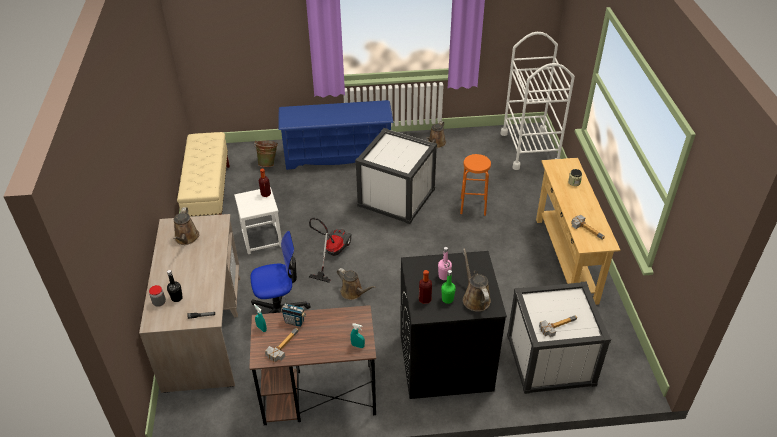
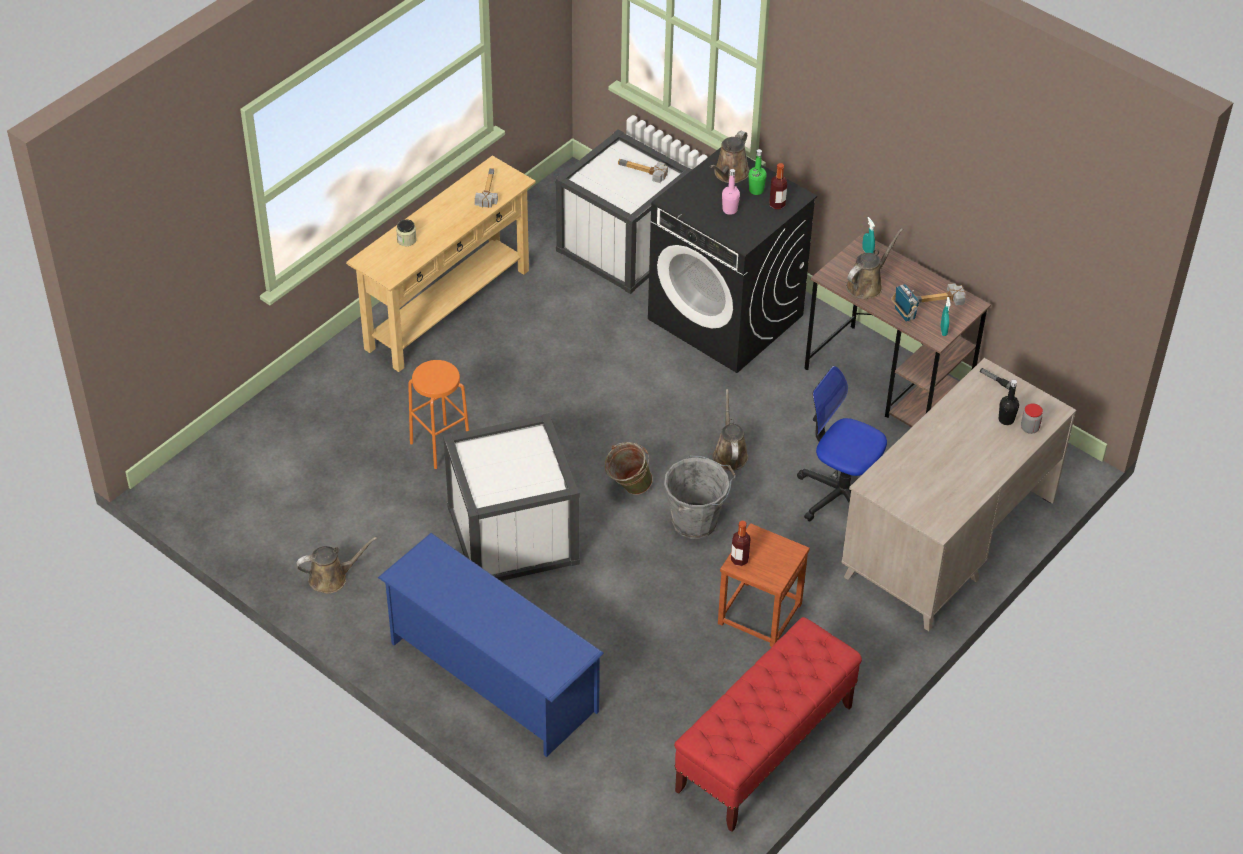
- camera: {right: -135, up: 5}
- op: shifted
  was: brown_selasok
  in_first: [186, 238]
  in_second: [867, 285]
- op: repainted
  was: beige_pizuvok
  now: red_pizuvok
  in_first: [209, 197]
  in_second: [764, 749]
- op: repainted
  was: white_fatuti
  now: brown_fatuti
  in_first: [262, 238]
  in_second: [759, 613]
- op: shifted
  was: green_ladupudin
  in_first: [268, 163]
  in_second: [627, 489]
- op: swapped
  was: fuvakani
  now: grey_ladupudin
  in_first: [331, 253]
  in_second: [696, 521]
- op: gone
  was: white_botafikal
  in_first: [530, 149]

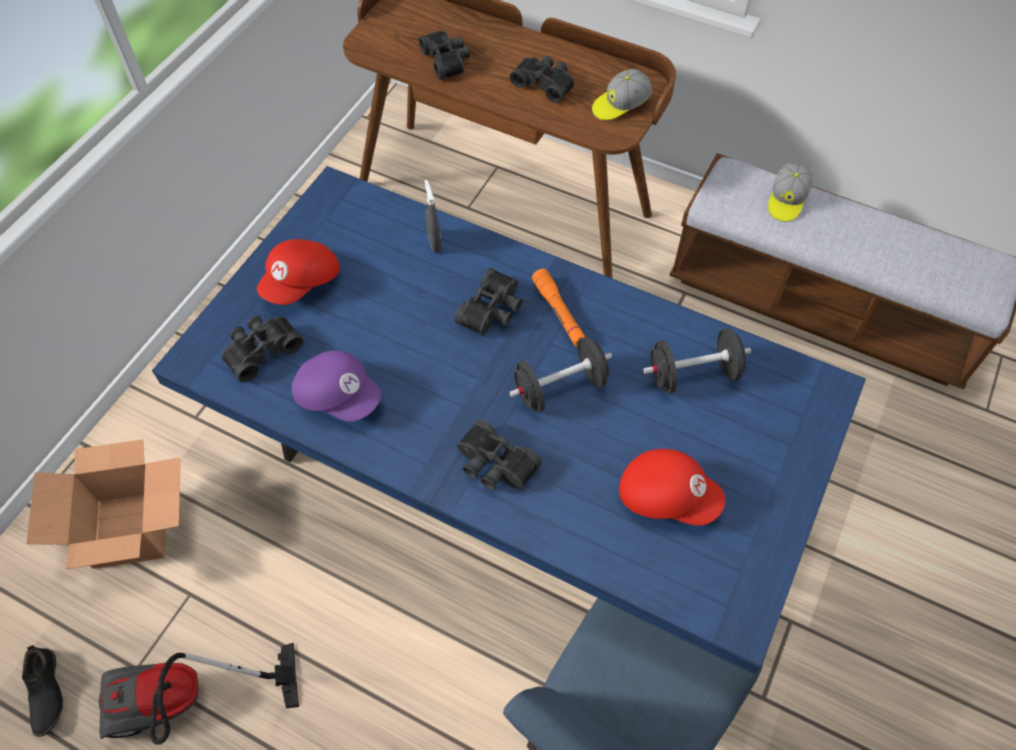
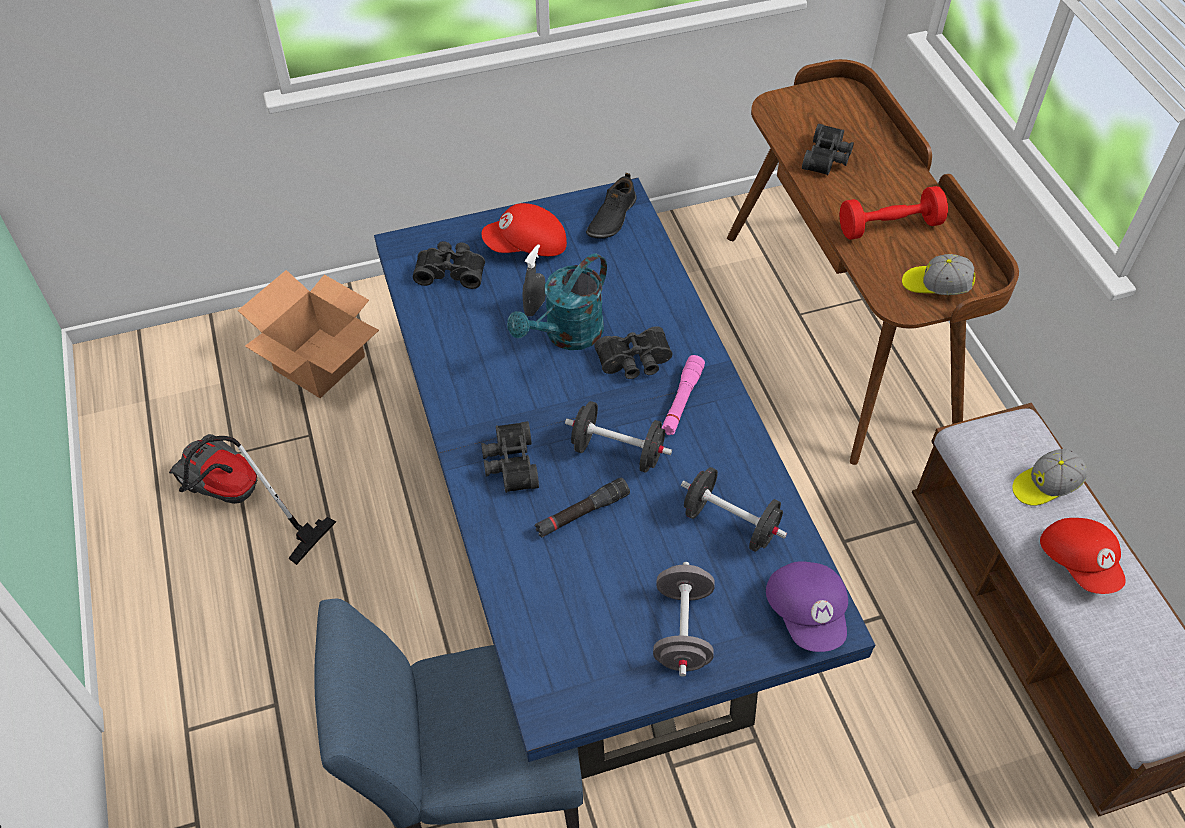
- camera: {right: 45, up: -5}
- op: shifted
  was: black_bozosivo
  in_first: [45, 693]
  in_second: [611, 218]
- op: shifted
  was: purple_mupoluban
  in_first: [339, 395]
  in_second: [807, 613]
- op: shifted
  was: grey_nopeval
  in_first: [434, 242]
  in_second: [535, 307]
- op: swapped
  was: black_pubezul
  now: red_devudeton
  in_first: [544, 83]
  in_second: [889, 227]
- op: repainted
  was: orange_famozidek
  now: pink_famozidek
  in_first: [559, 313]
  in_second: [681, 401]
- op: shifted
  was: red_mupoluban
  in_first: [667, 496]
  in_second: [1079, 562]
- op: new
  now: turquoise_selasok
  in_second: [566, 336]
- op: new
  now: black_famozidek
  in_second: [582, 513]
- op: new
  now: grey_devudeton
  in_second: [682, 631]

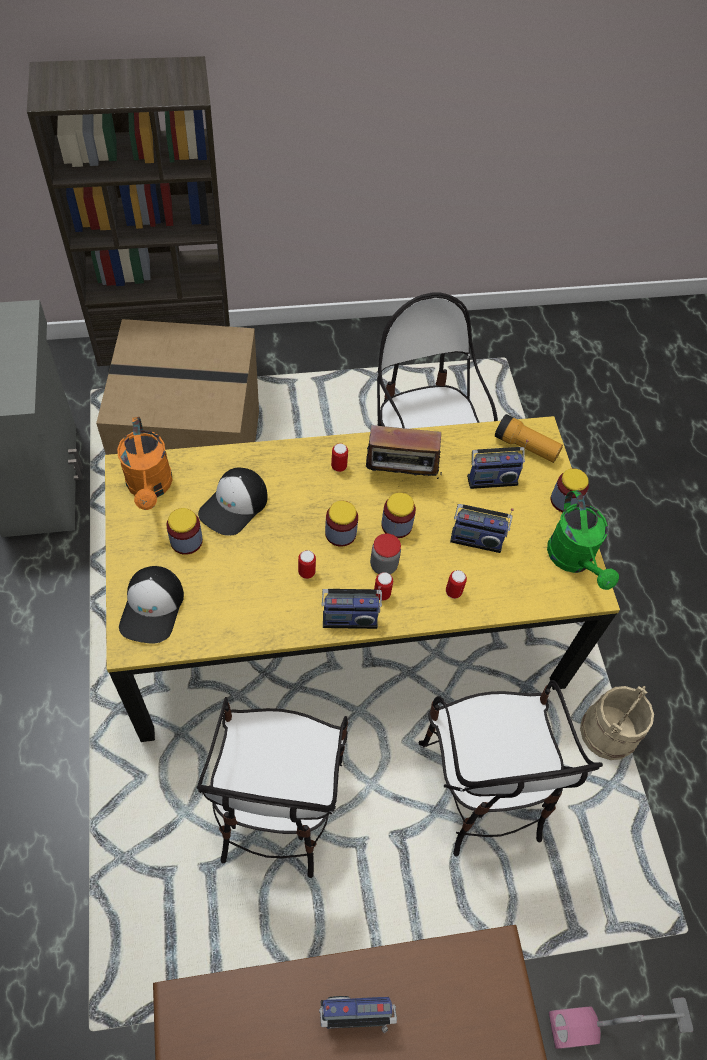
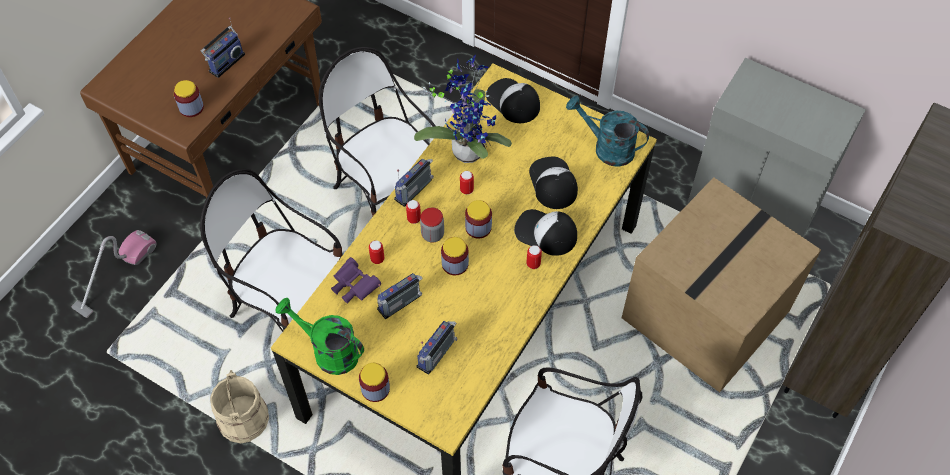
- camera: {right: 135, up: 0}
- op: repainted
  was: orange_selasok
  now: turquoise_selasok
  in_first: [150, 487]
  in_second: [607, 148]
- op: shifted
  was: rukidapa
  in_first: [186, 541]
  in_second: [191, 107]
- op: gone
  was: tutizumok
  in_first: [400, 475]
- op: gone
  was: famozidek
  in_first: [526, 446]
- op: new
  now: purple_pubezul
  in_second: [354, 286]
- op: new
  now: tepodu
  in_second: [467, 148]
- op: new
  now: mupoluban
  in_second: [545, 233]

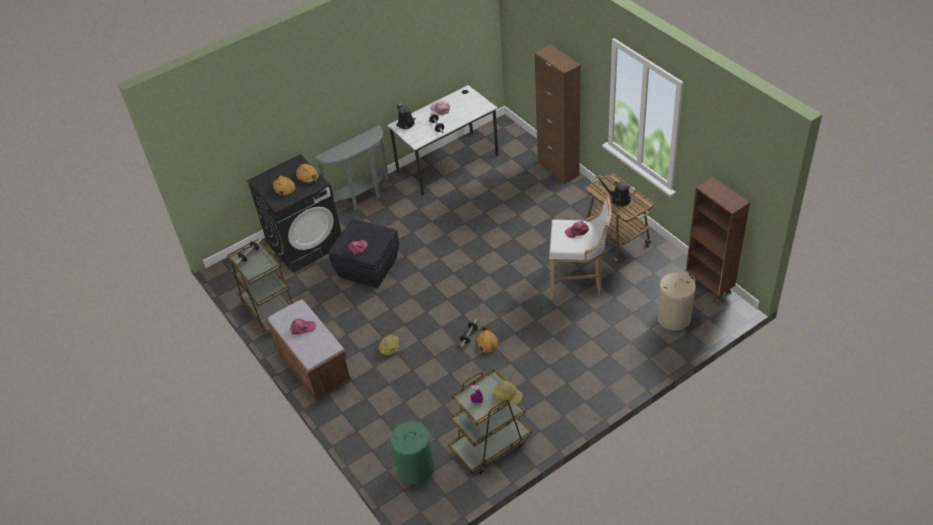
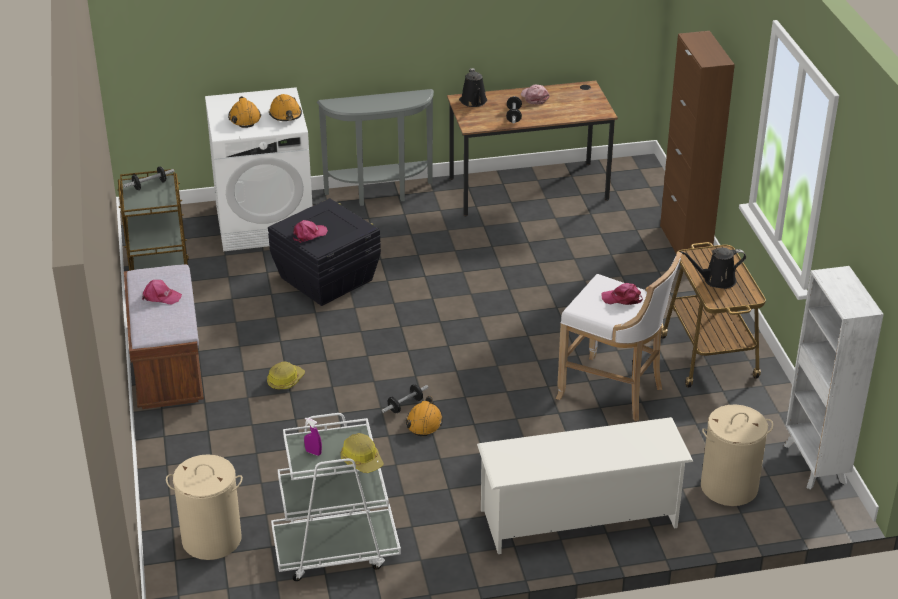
- camera: {right: 20, up: -10}
- op: repainted
  was: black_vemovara
  now: white_vemovara
  in_first: [305, 243]
  in_second: [265, 223]
- op: repainted
  was: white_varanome
  now: brown_varanome
  in_first: [447, 163]
  in_second: [528, 189]
- op: repainted
  was: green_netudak
  now: beige_netudak
  in_first: [415, 468]
  in_second: [211, 539]
- op: repainted
  was: brown_botafikal
  now: white_botafikal
  in_first: [490, 445]
  in_second: [335, 550]
- op: rotated
  was: black_selasok
  in_first: [618, 199]
  in_second: [716, 280]
  clockwise: -60
- op: repainted
  was: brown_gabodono
  now: white_gabodono
  in_first: [709, 286]
  in_second: [815, 465]
- op: new
  now: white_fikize
  in_second: [579, 519]

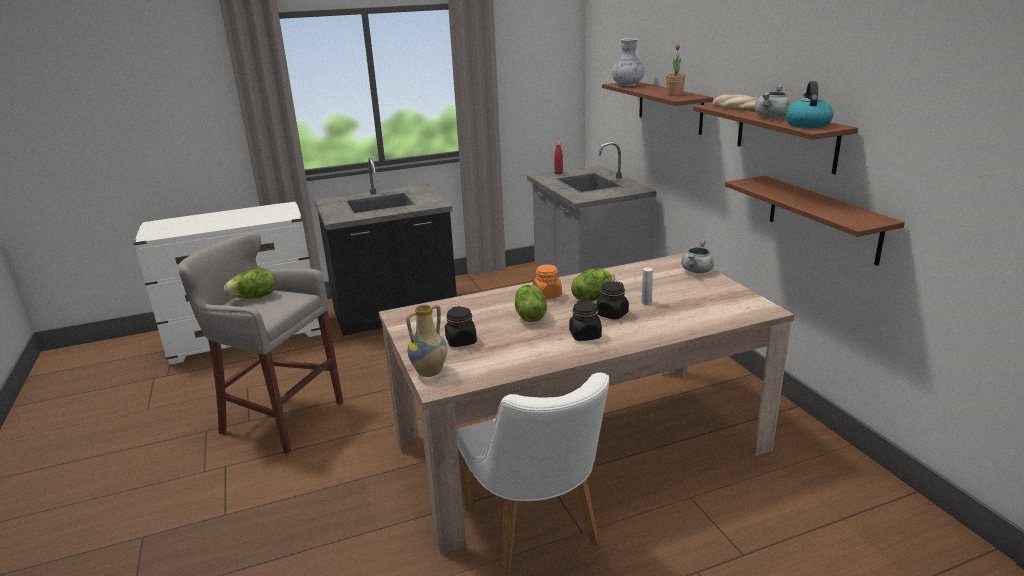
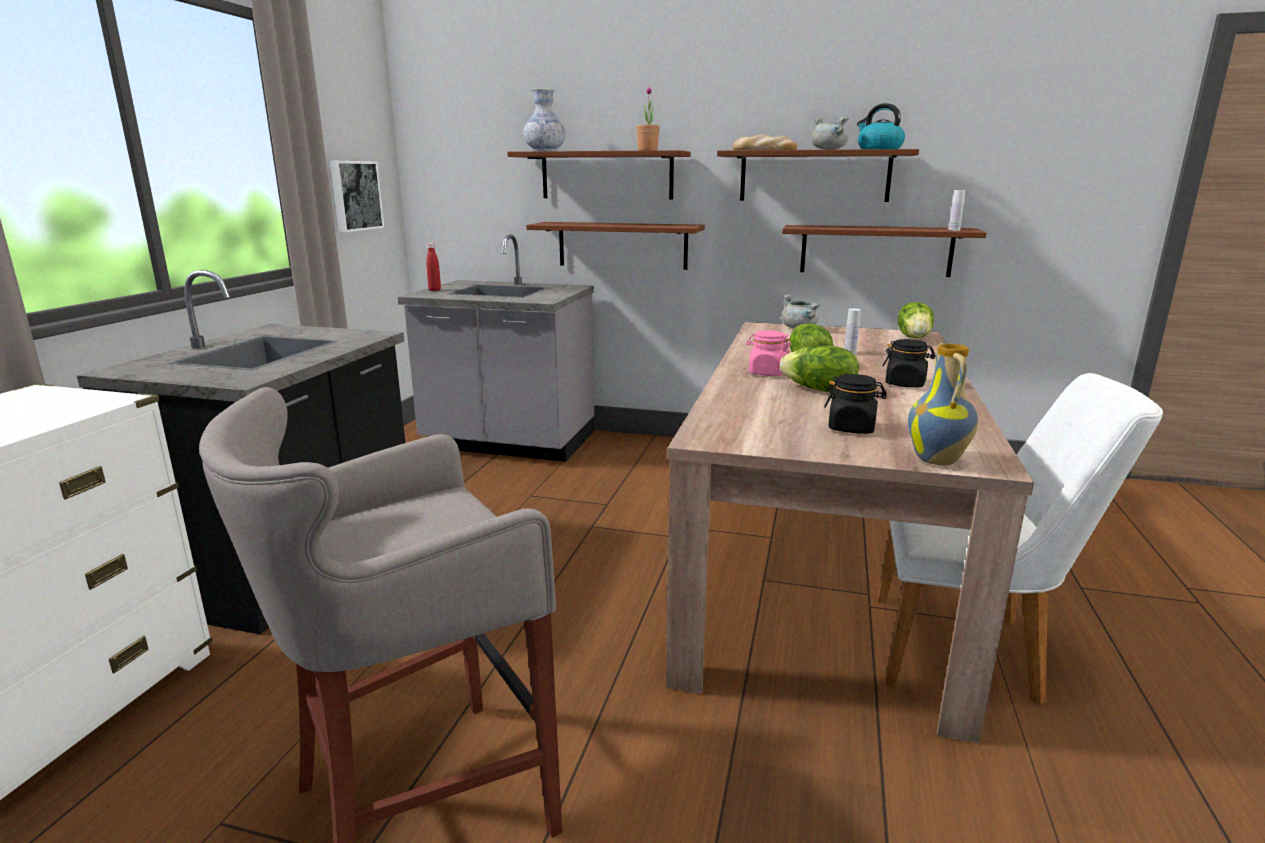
- camera: {right: -55, up: -5}
- op: shifted
  was: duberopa
  in_first: [254, 297]
  in_second: [914, 337]
- op: repainted
  was: orange_rukidapa
  now: pink_rukidapa
  in_first: [547, 295]
  in_second: [767, 373]
- op: gone
  was: black_rukidapa
  in_first: [612, 314]
- op: new
  now: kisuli
  in_second: [355, 196]
- op: new
  now: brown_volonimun
  in_second: [622, 245]
- op: new
  now: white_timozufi
  in_second: [954, 230]

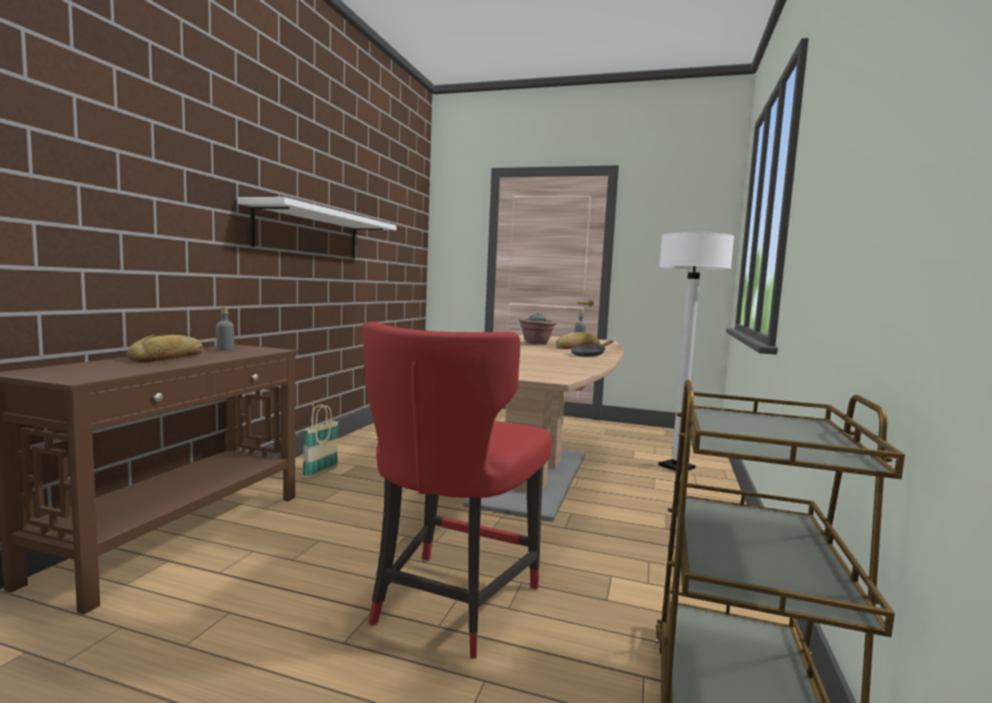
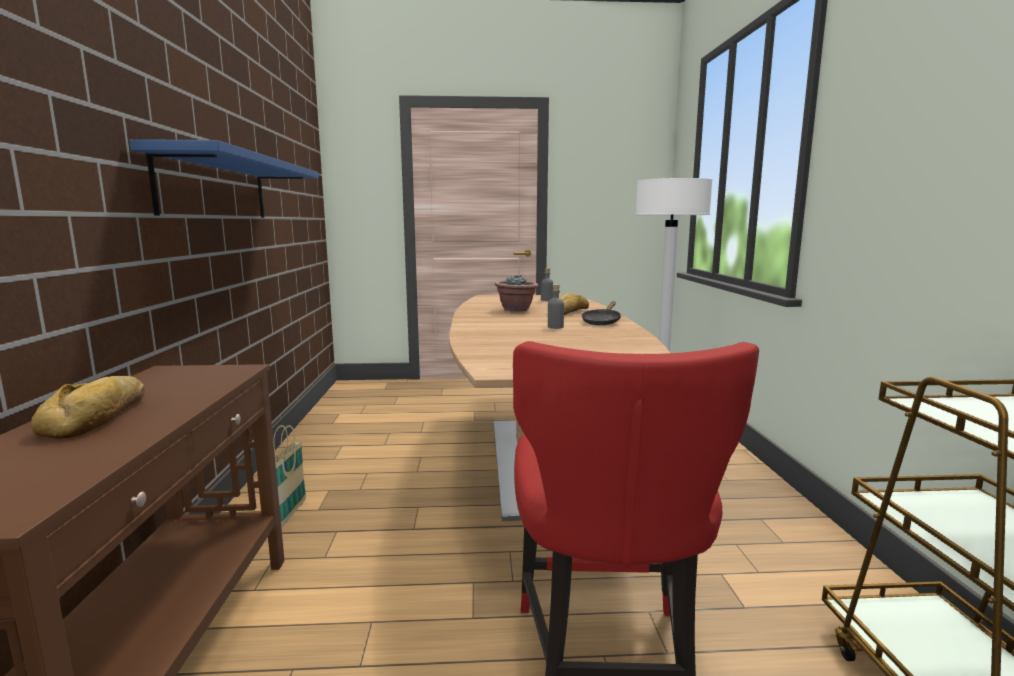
- camera: {right: -20, up: 5}
- op: shifted
  was: grey_timozufi
  in_first: [225, 349]
  in_second: [555, 327]
- op: repainted
  was: white_volonimun
  now: blue_volonimun
  in_first: [309, 233]
  in_second: [216, 188]

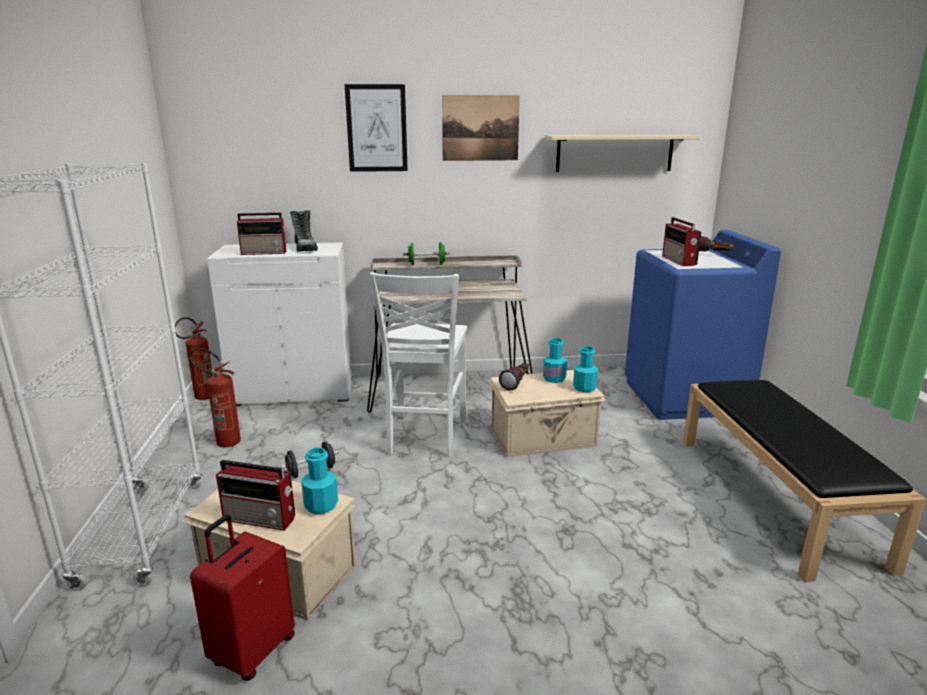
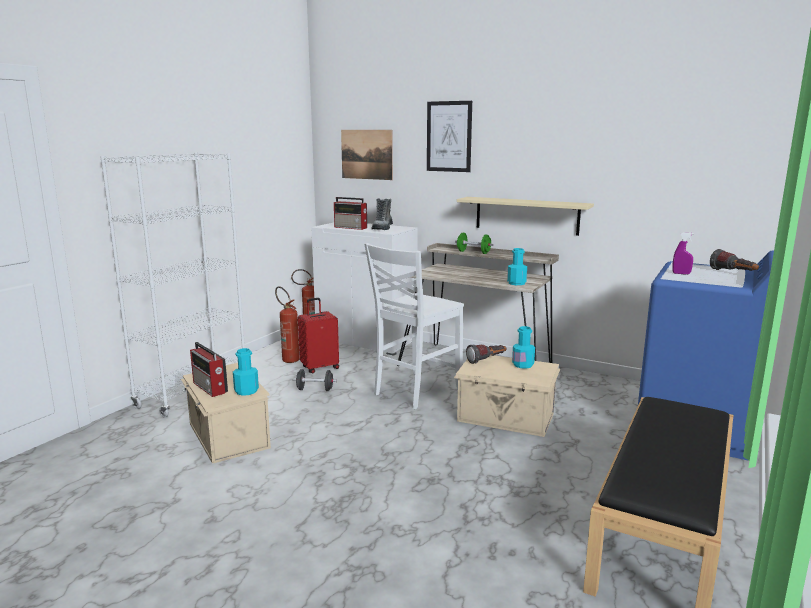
- camera: {right: 35, up: -5}
- op: shifted
  was: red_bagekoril
  in_first: [252, 651]
  in_second: [319, 367]
- op: shifted
  was: kisuli
  in_first: [480, 128]
  in_second: [366, 154]
- op: shifted
  was: beige_volonimun
  in_first: [614, 153]
  in_second: [526, 215]
- op: shifted
  was: turquoise_timozufi
  in_first: [584, 388]
  in_second: [516, 283]
- op: swapped
  was: tutizumok
  now: purple_nopeval
  in_first: [679, 261]
  in_second: [681, 273]

